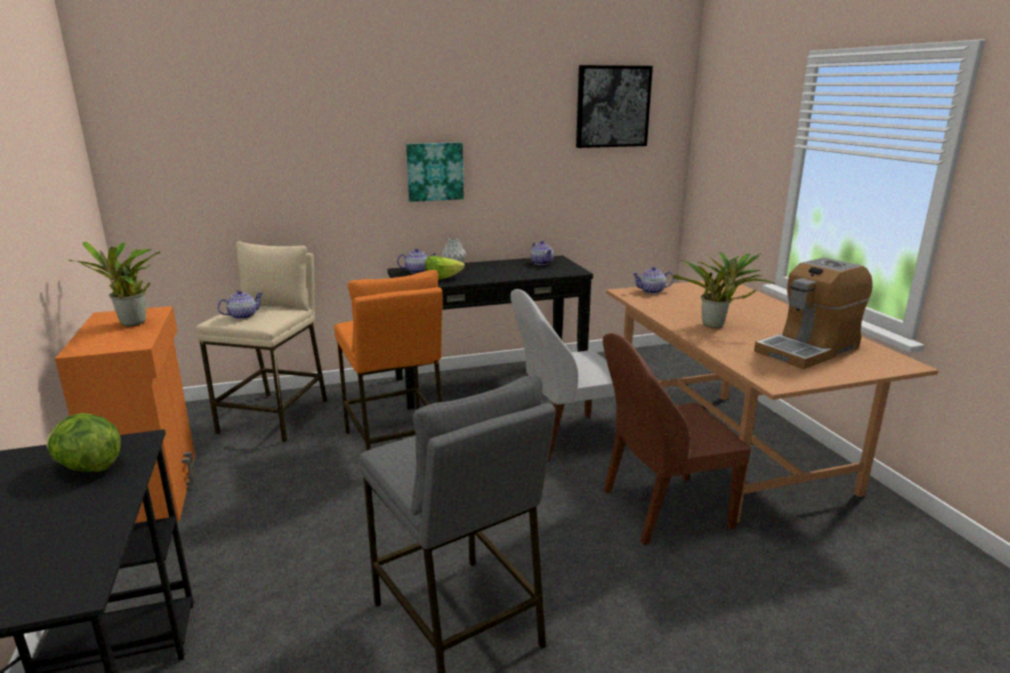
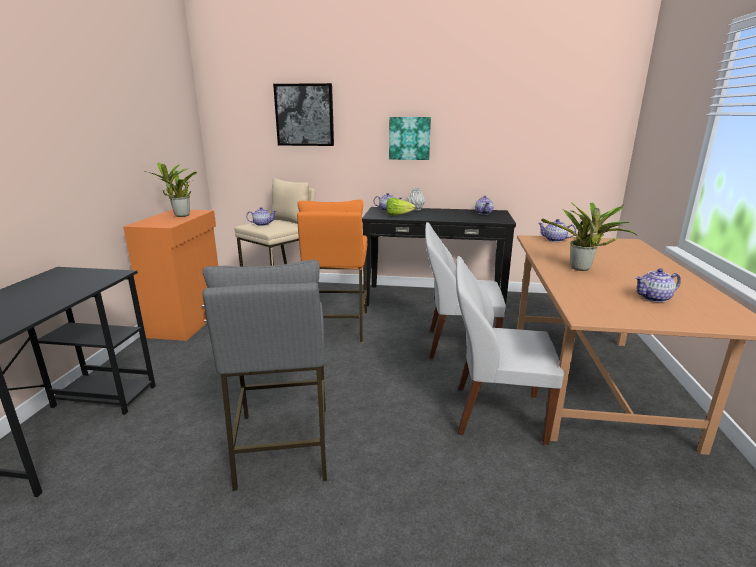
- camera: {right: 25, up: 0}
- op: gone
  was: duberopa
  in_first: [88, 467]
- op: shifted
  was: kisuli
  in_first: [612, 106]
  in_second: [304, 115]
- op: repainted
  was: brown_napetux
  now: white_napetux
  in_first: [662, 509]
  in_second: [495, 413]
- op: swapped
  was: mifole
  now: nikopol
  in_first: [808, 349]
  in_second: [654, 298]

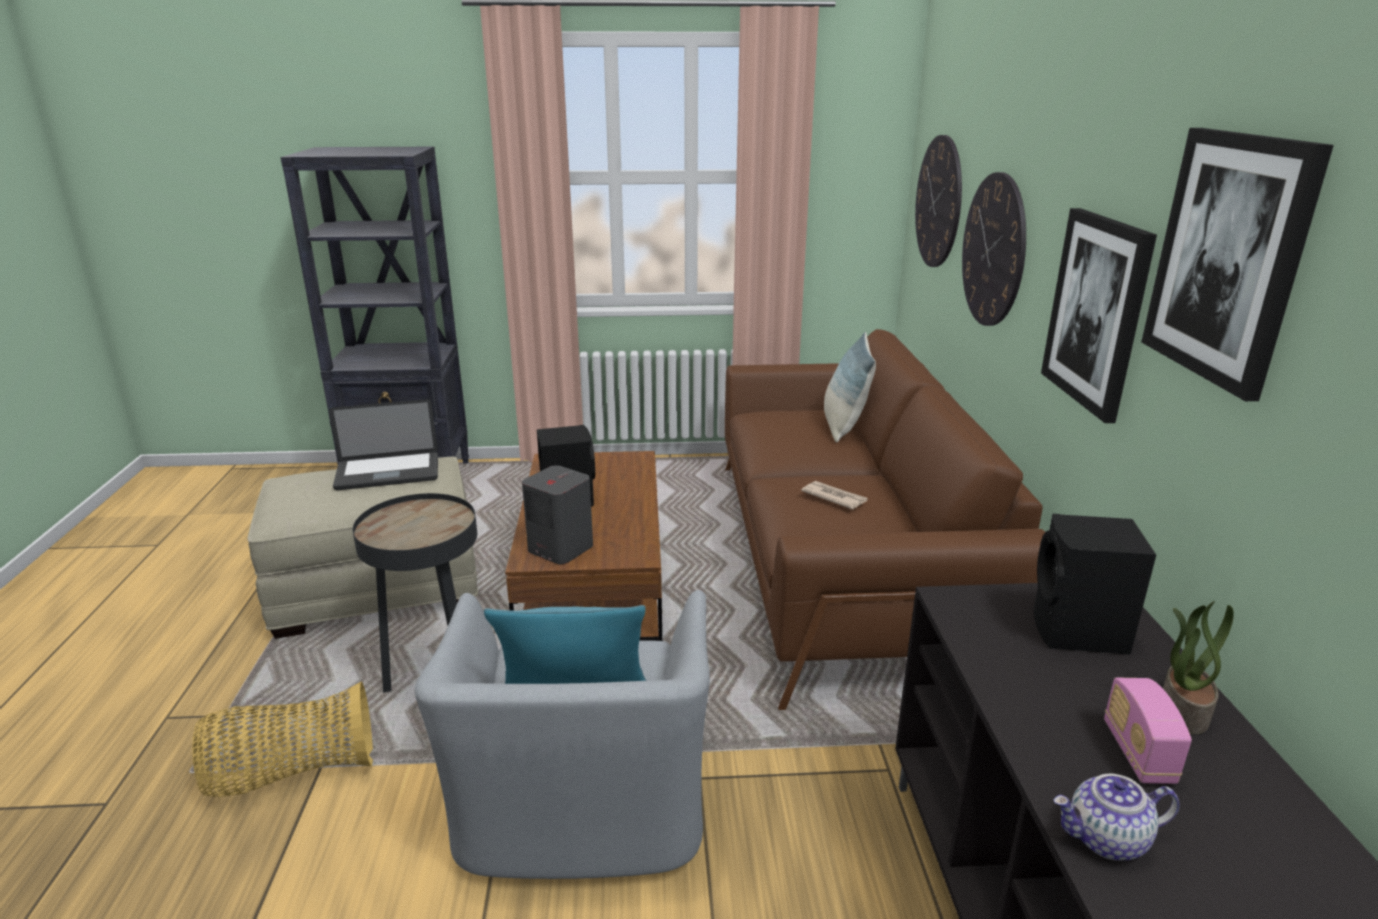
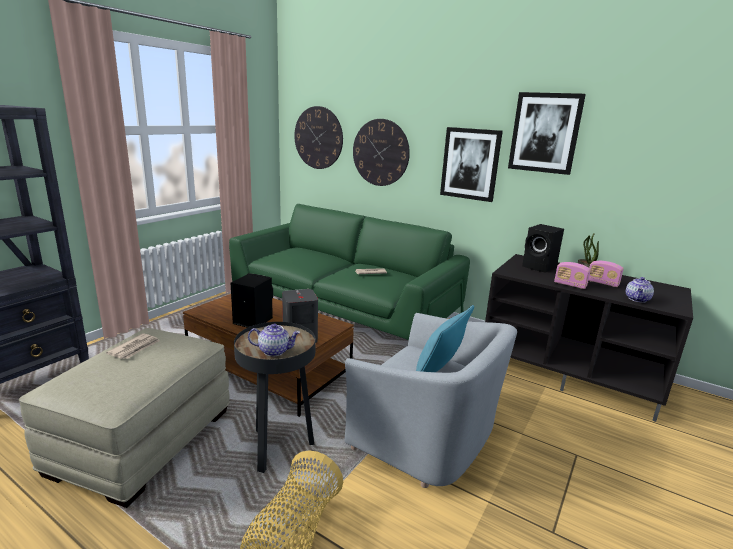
- camera: {right: -55, up: -5}
- op: swapped
  was: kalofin
  now: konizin
  in_first: [388, 473]
  in_second: [135, 348]
- op: repainted
  was: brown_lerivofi
  now: green_lerivofi
  in_first: [844, 560]
  in_second: [344, 312]
- op: gone
  was: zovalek
  in_first: [844, 426]
- op: new
  now: nikopol
  in_second: [274, 351]
- op: new
  now: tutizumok
  in_second: [570, 285]

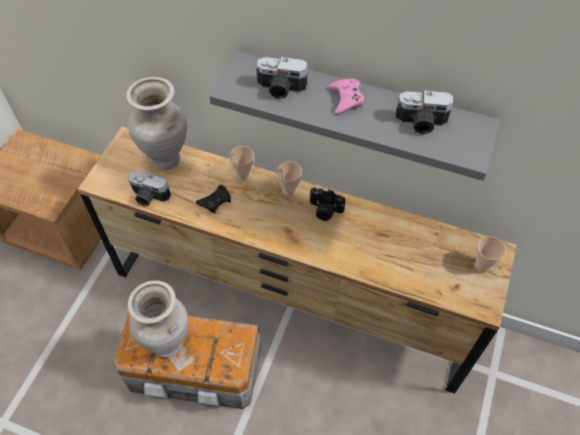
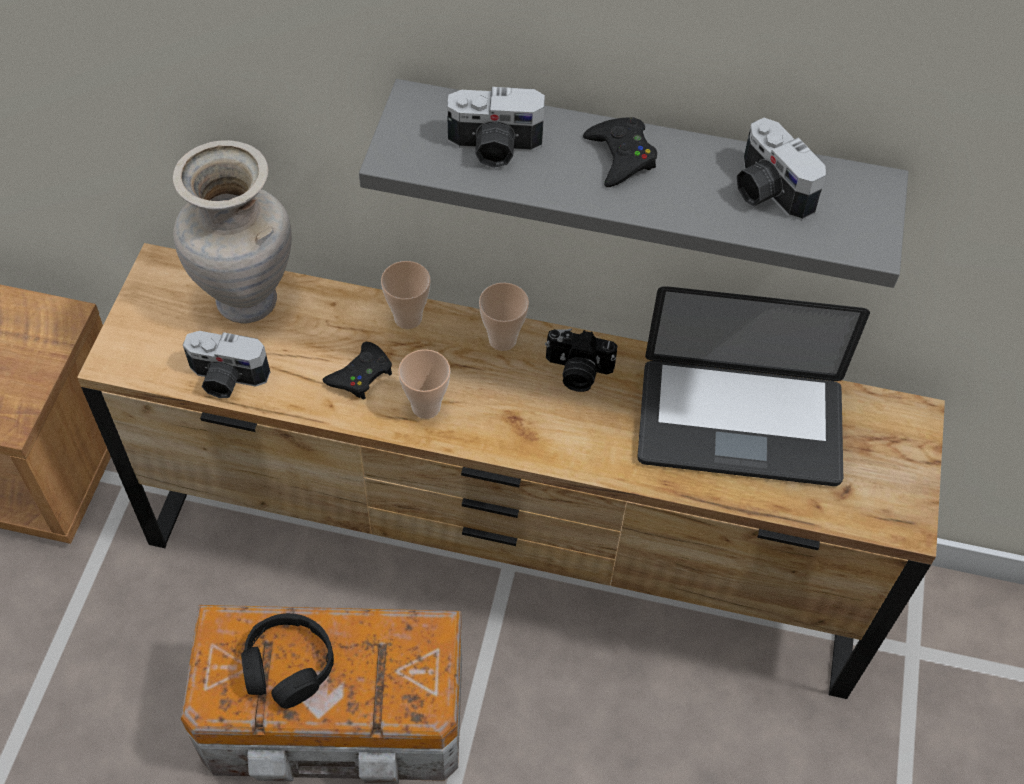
- camera: {right: -10, up: 0}
- op: swapped
  was: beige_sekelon
  now: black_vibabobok
  in_first: [168, 342]
  in_second: [288, 666]
- op: repainted
  was: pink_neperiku
  now: black_neperiku
  in_first: [346, 99]
  in_second: [621, 157]
- op: rotated
  was: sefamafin
  in_first: [421, 123]
  in_second: [767, 191]
  clockwise: 60
- op: shifted
  was: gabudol
  in_first: [482, 265]
  in_second: [426, 407]
- op: new
  now: kalofin
  in_second: [739, 424]

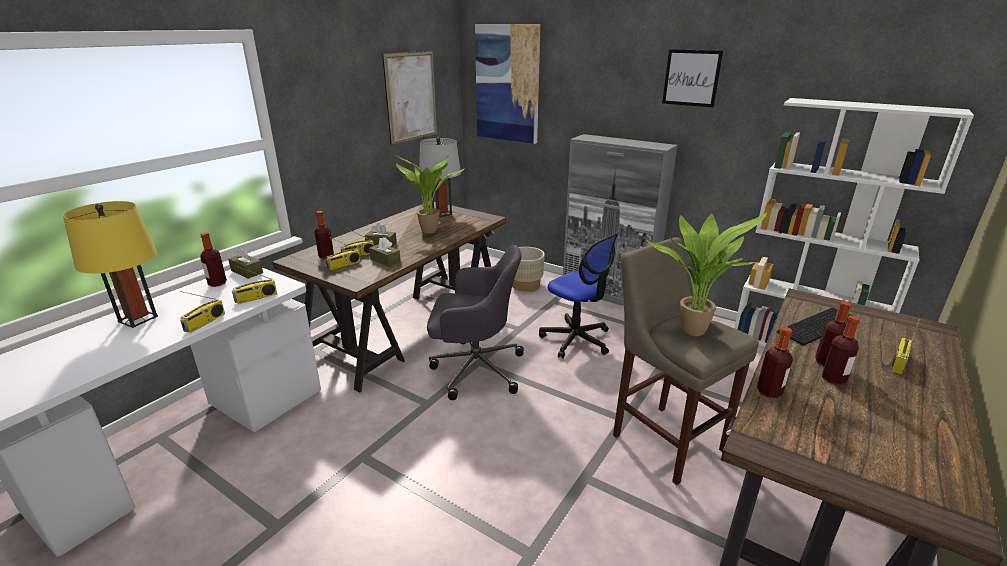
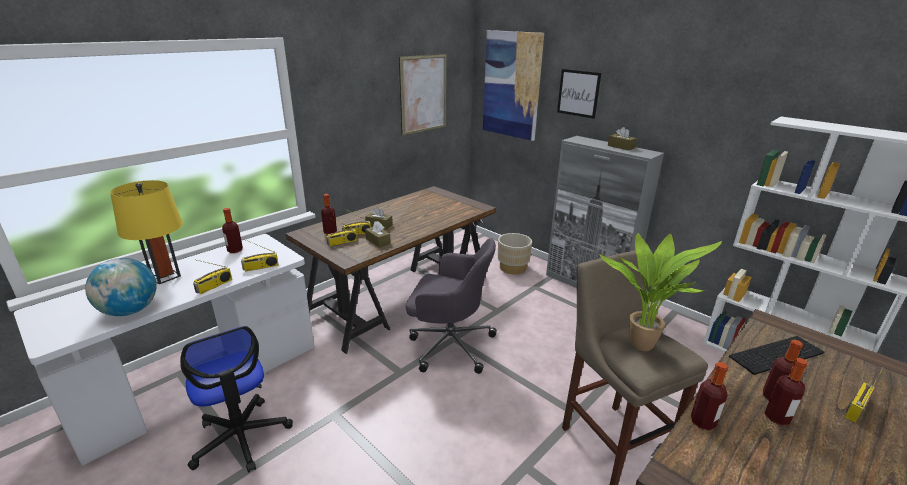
- camera: {right: 10, up: 0}
- op: shifted
  was: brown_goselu
  in_first: [247, 272]
  in_second: [621, 147]
- op: gone
  was: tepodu
  in_first: [429, 232]
- op: gone
  was: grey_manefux
  in_first: [442, 213]
- op: shifted
  was: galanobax
  in_first: [576, 339]
  in_second: [241, 437]
- op: shifted
  was: kisuli
  in_first: [691, 78]
  in_second: [578, 93]
- op: new
  now: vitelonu
  in_second: [130, 311]

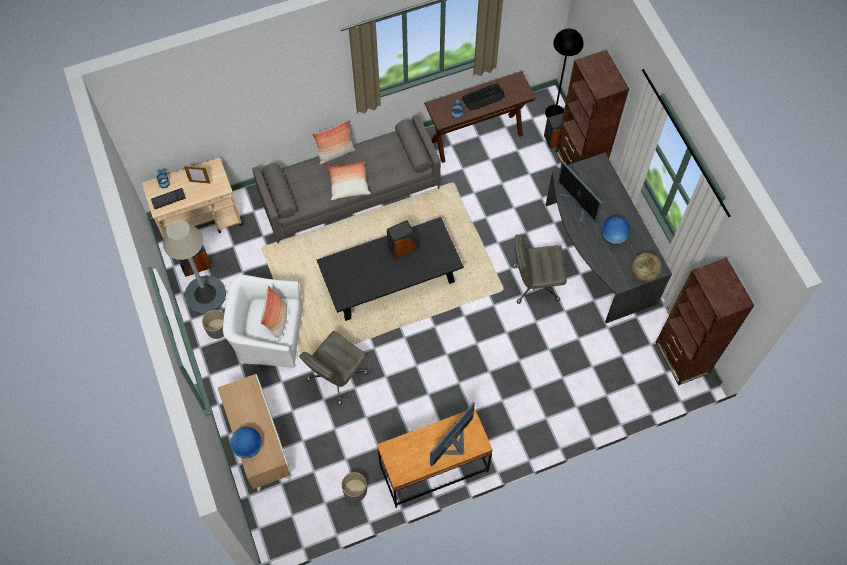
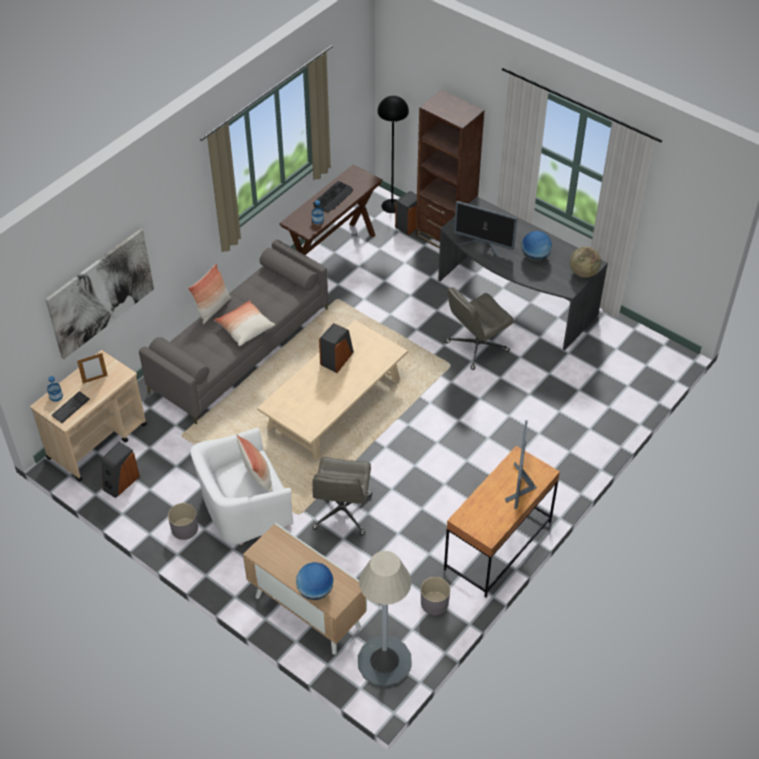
- camera: {right: -30, up: -15}
- op: shifted
  was: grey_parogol
  in_first: [205, 295]
  in_second: [384, 661]
- op: repainted
  was: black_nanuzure
  now: beige_nanuzure
  in_first: [391, 277]
  in_second: [334, 403]
- op: gone
  was: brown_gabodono
  in_first: [682, 357]
- op: new
  now: kisuli
  in_second: [100, 292]

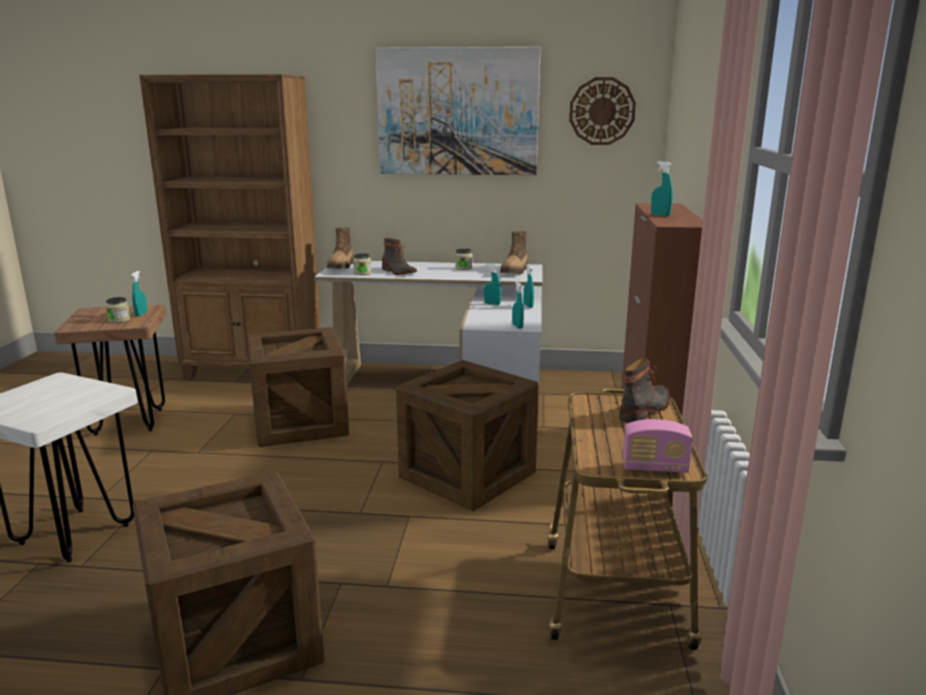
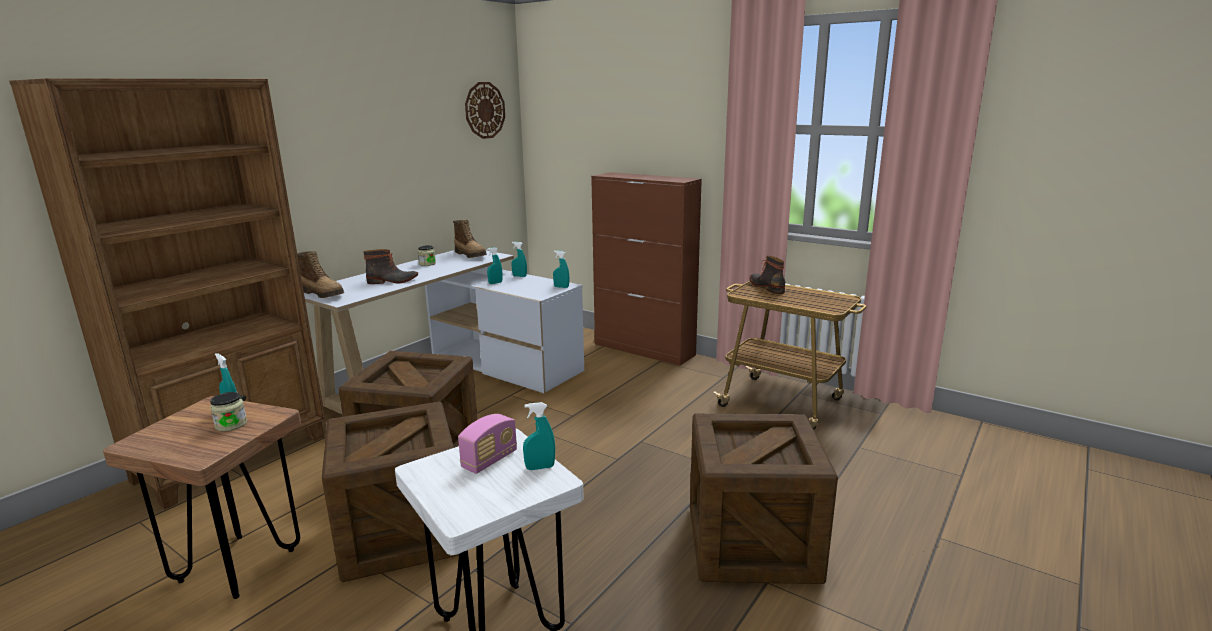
- camera: {right: -60, up: 0}
- op: gone
  was: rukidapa
  in_first: [362, 273]
- op: gone
  was: kisuli
  in_first: [457, 112]
- op: shifted
  was: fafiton
  in_first: [467, 475]
  in_second: [401, 533]
- op: shifted
  was: tutizumok
  in_first: [654, 467]
  in_second: [489, 460]
- op: shifted
  was: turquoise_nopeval
  in_first: [660, 215]
  in_second: [540, 467]

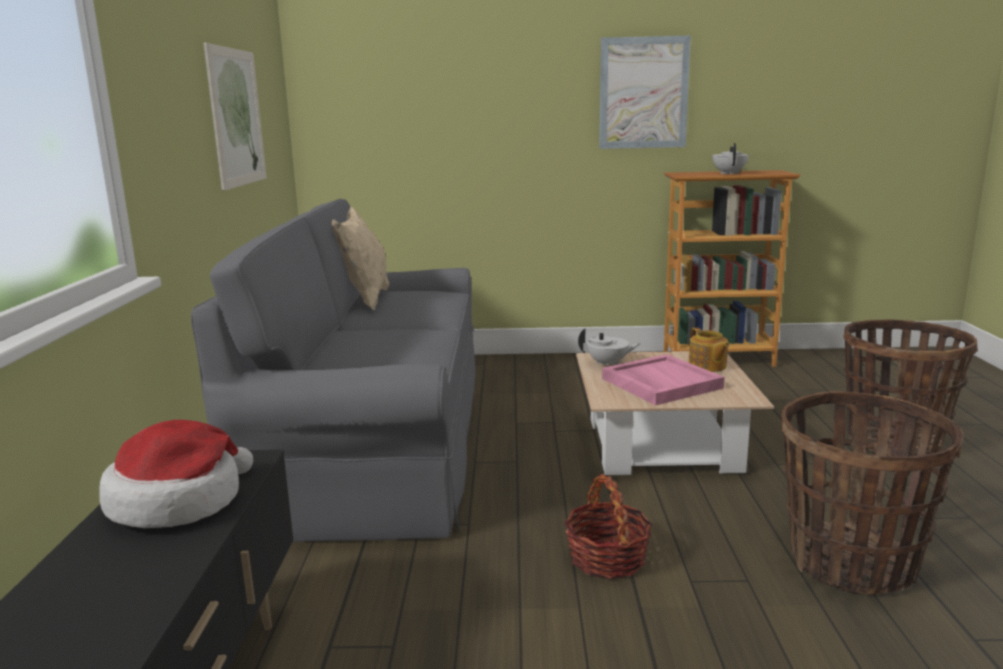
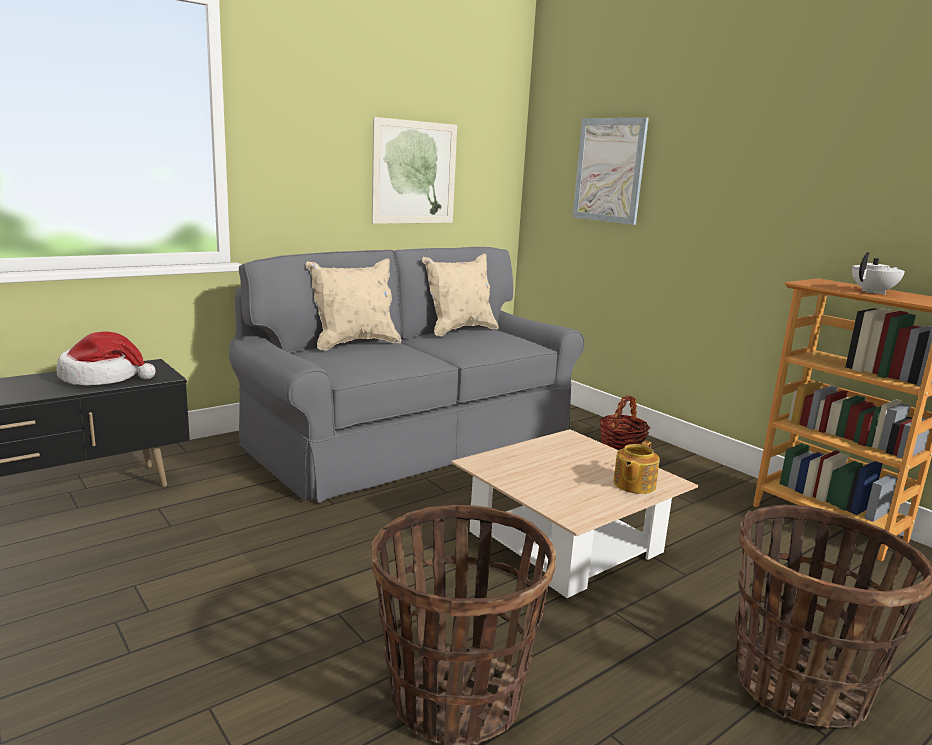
- camera: {right: 50, up: 0}
- op: shifted
  was: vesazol
  in_first: [607, 558]
  in_second: [621, 445]
- op: gone
  was: white_nikopol
  in_first: [608, 364]
- op: shifted
  was: kisuli
  in_first: [643, 93]
  in_second: [609, 170]
- op: gone
  was: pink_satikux
  in_first: [660, 383]
- op: new
  now: beige_zovalek
  in_second: [354, 343]

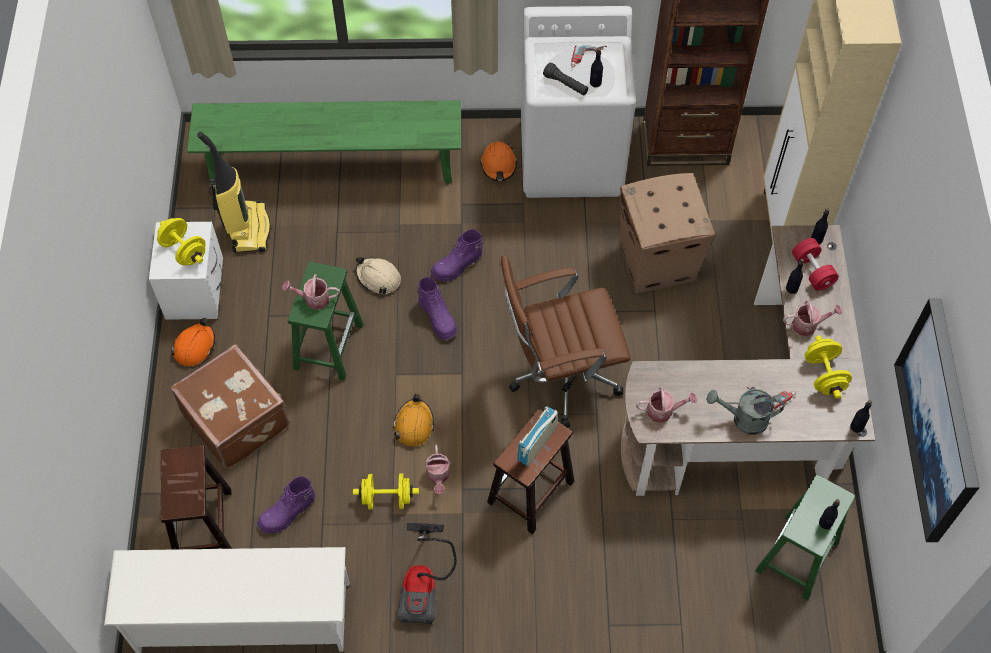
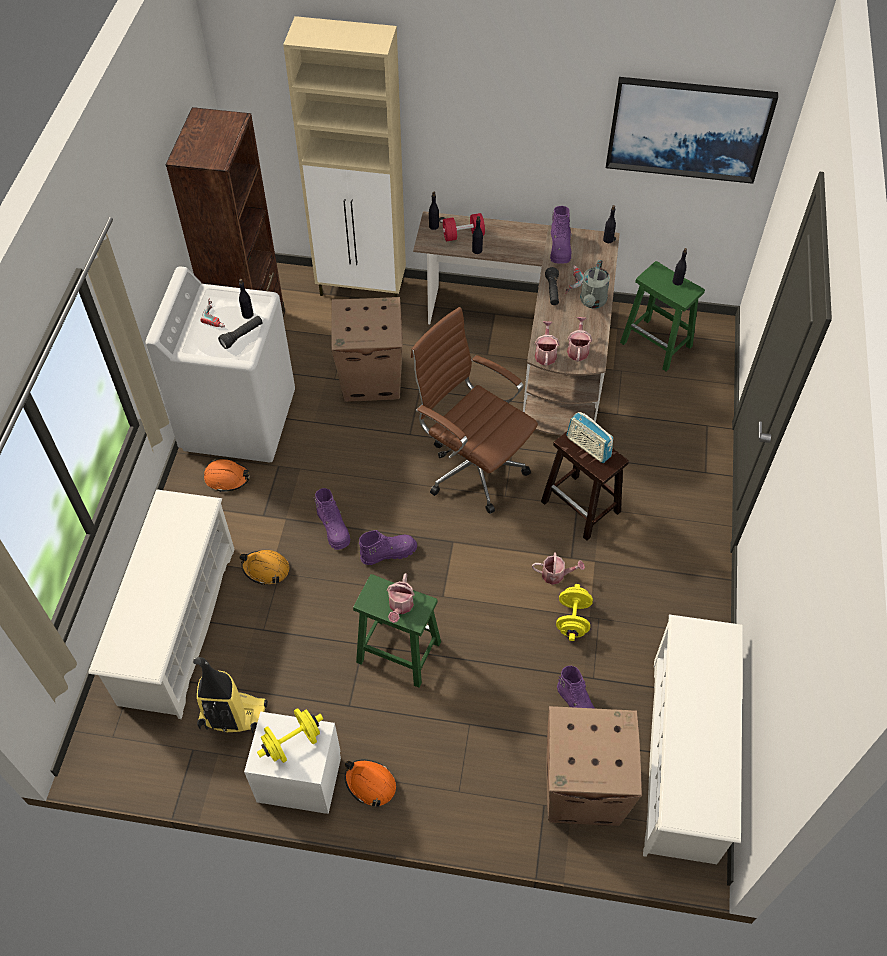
- camera: {right: -80, up: -5}
- op: swapped
  was: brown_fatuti
  now: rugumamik
  in_first: [204, 526]
  in_second: [584, 789]
- op: gone
  was: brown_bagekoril
  in_first: [237, 419]
- op: swapped
  was: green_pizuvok
  now: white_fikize
  in_first: [332, 166]
  in_second: [177, 625]
- op: gone
  was: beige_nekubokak
  in_first: [378, 278]
- op: shifted
  was: orange_nekubokak
  in_first: [414, 425]
  in_second: [266, 569]
- op: gone
  was: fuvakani
  in_first: [424, 584]
- op: rotated
  was: brown_galanobax
  in_first: [559, 377]
  in_second: [472, 467]
  clockwise: 135
- op: shifted
  was: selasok
  in_first: [808, 325]
  in_second: [545, 354]
- op: swapped
  was: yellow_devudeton
  now: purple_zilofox
  in_first: [824, 375]
  in_second: [560, 248]
- op: new
  now: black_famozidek
  in_second: [552, 291]

